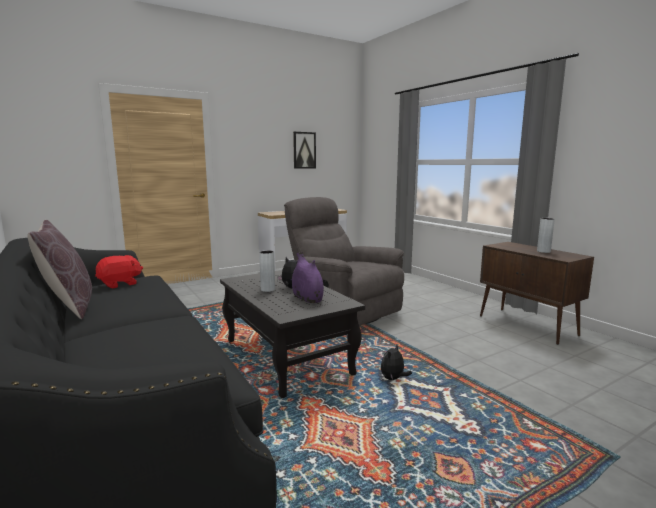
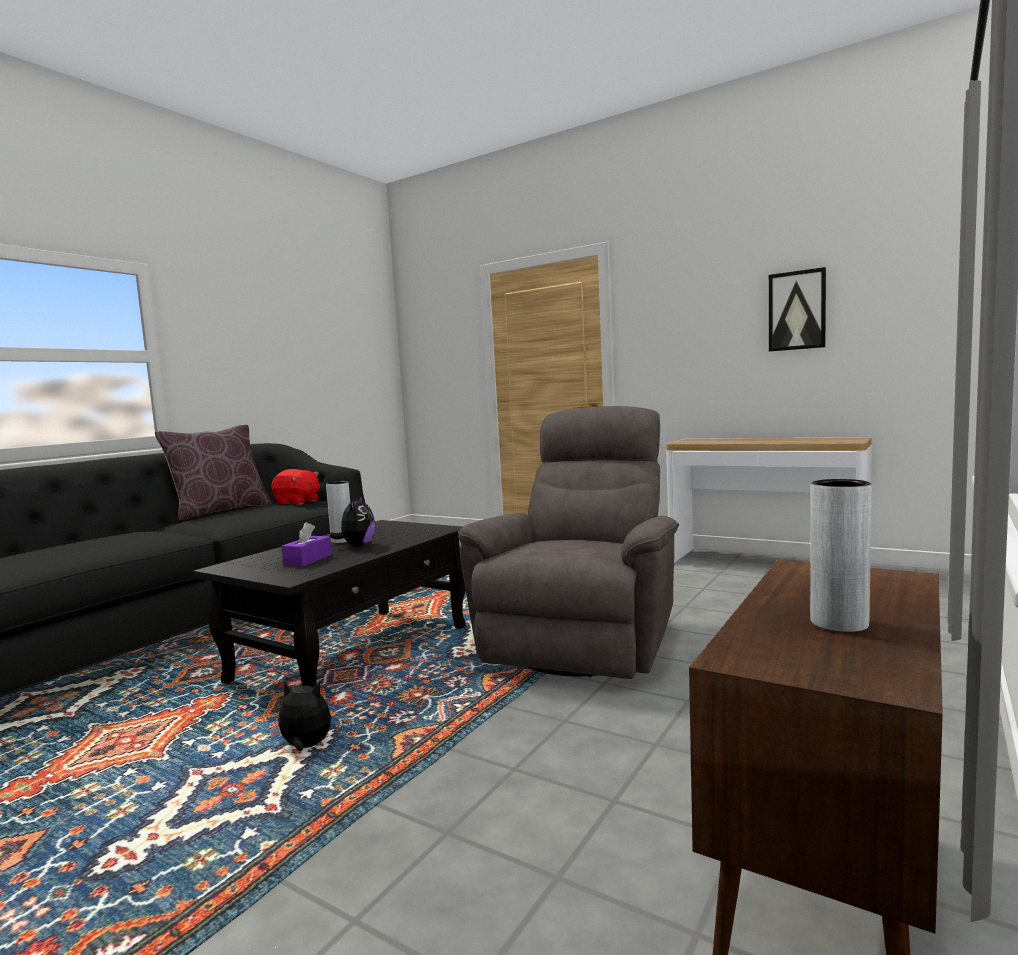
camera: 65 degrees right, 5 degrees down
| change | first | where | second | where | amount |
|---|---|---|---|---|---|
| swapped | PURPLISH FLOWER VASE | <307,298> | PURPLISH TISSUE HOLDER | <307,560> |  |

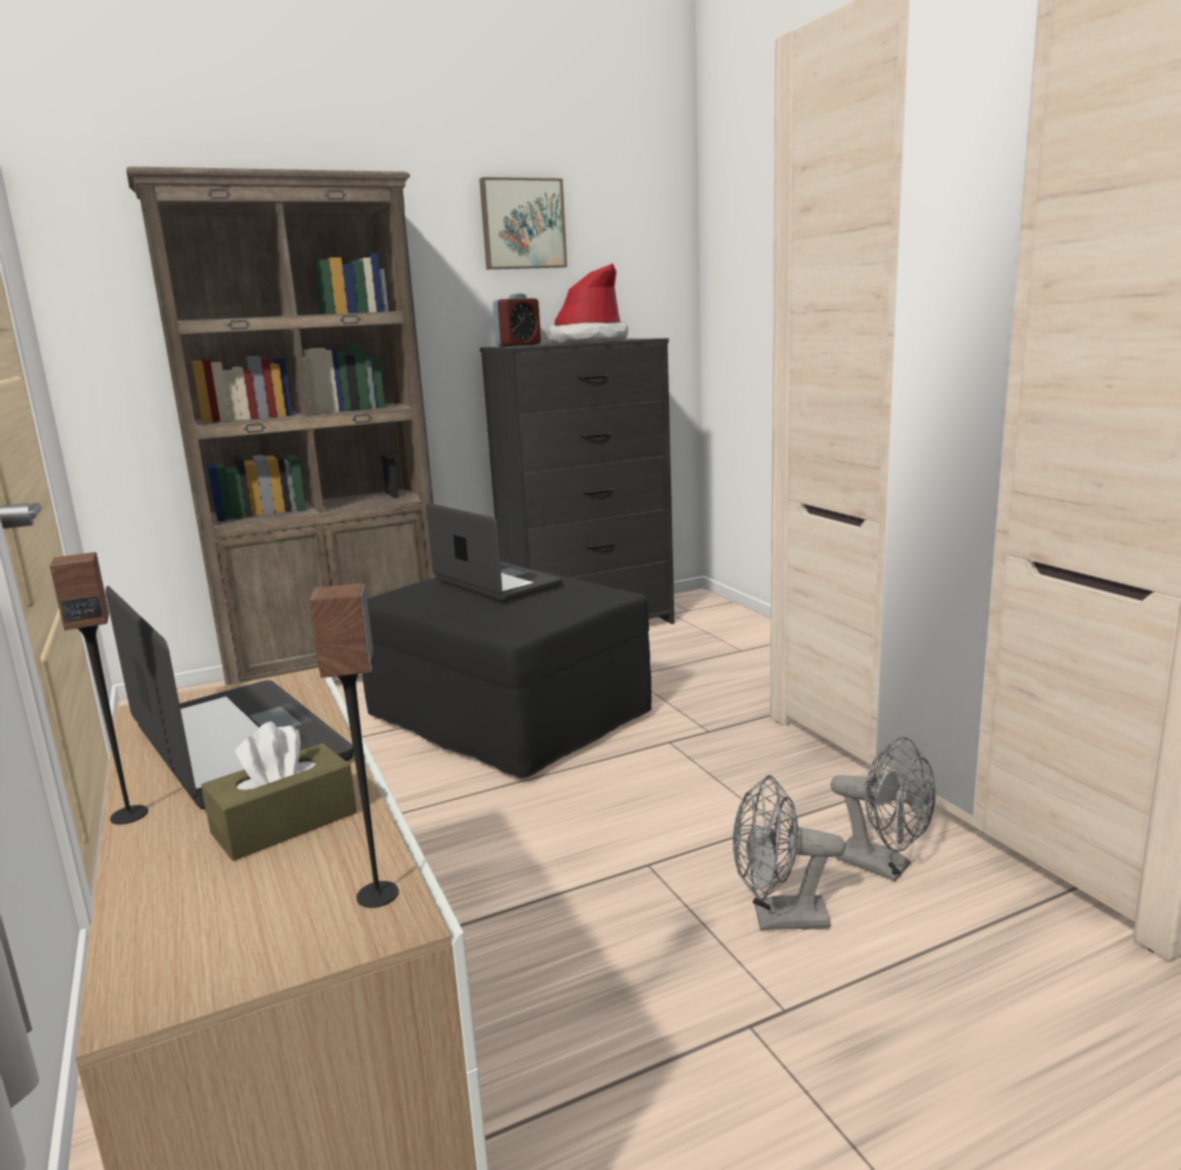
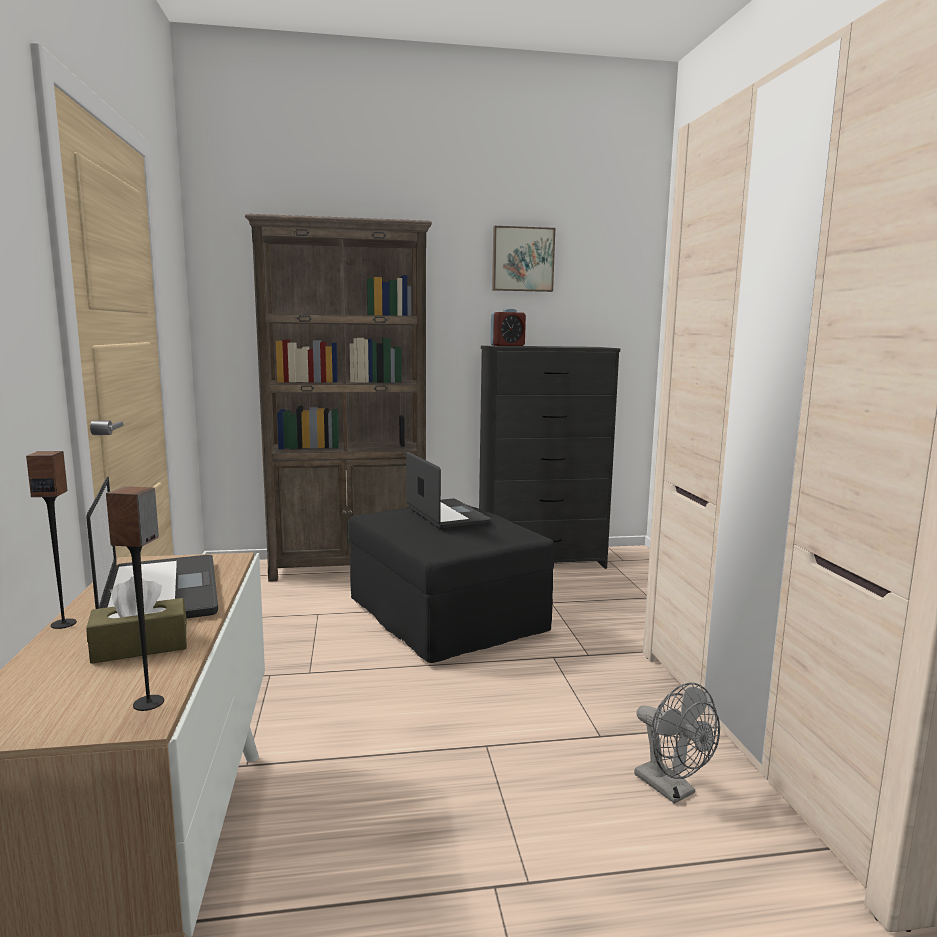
camera: 15 degrees right, 5 degrees down
| change | first | where | second | where | amount |
|---|---|---|---|---|---|
| gone | HAT | <588,341> |  |  |  |
| gone | GREYISH FAN | <778,919> |  |  |  |

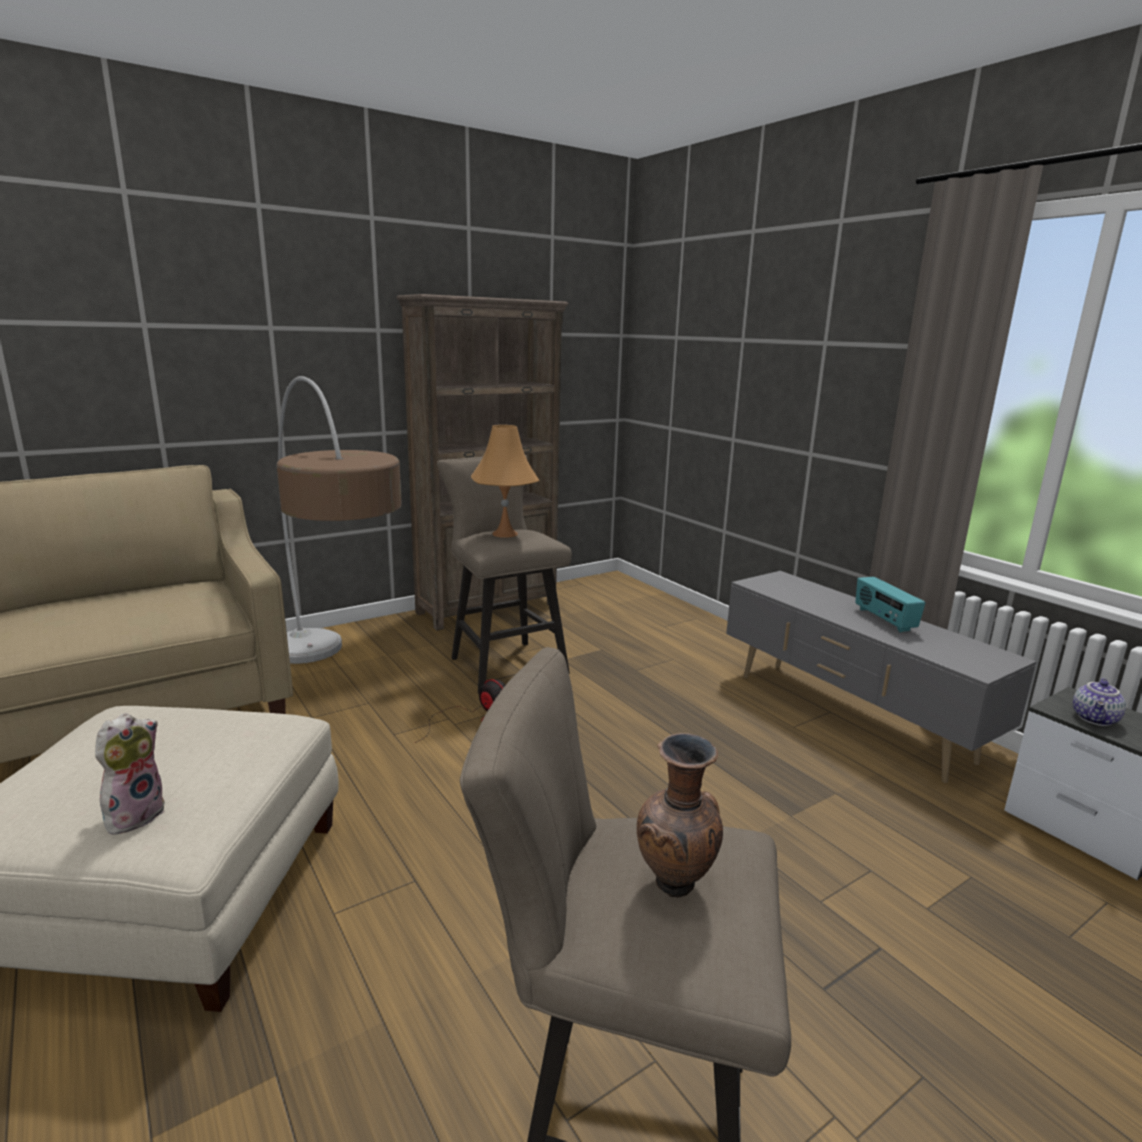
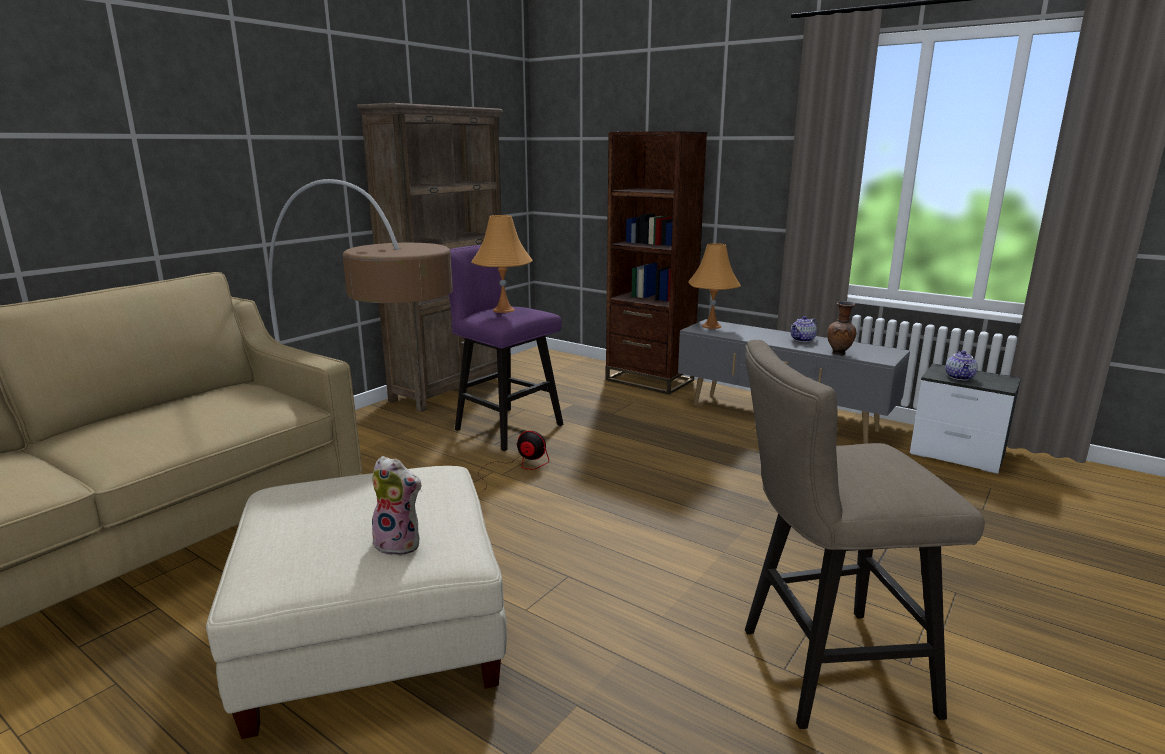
camera: 20 degrees left, 0 degrees up
| change | first | where | second | where | amount |
|---|---|---|---|---|---|
| rotated | SOFT TOY | <135,814> |  | <400,544> | 105 degrees clockwise |
| repainted | SAND-COLOURED STOOL SEAT | <503,663> | PURPLISH STOOL SEAT | <502,426> |  |
| new |  |  | BROWN-COLOURED SHELVING UNIT | <649,380> |  |
| new |  |  | ORANGE TABLETOP LAMP | <711,326> |  |
| swapped | RADIO | <884,620> | TEA POT | <803,340> |  |
| shifted | BROWN-COLOURED FLOWER VASE | <675,887> |  | <839,354> |  |

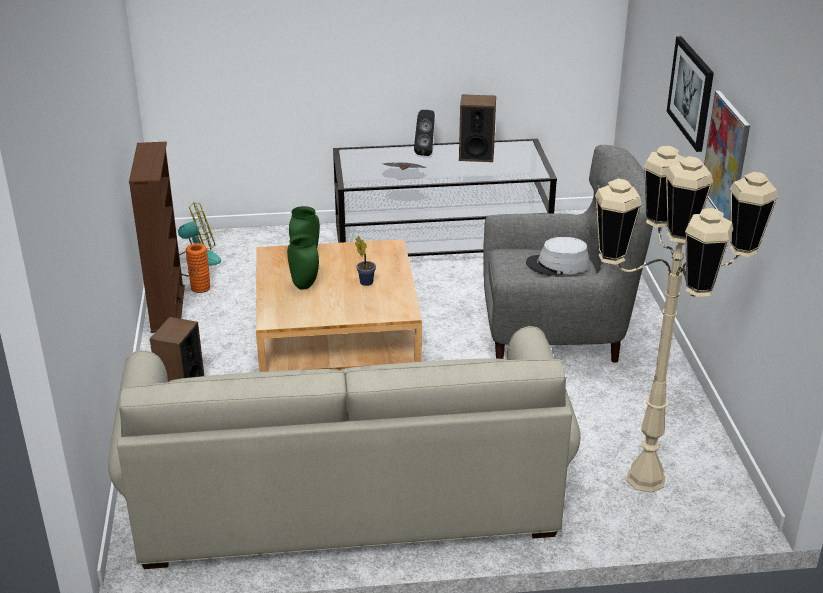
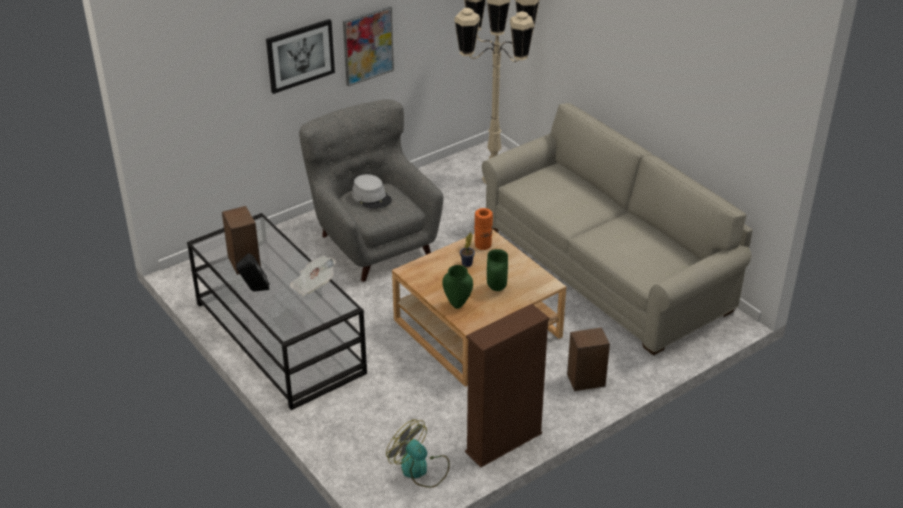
camera: 120 degrees left, 5 degrees up
| change | first | where | second | where | amount |
|---|---|---|---|---|---|
| shifted | ORANGE FLOWER VASE | <200,287> |  | <483,245> |  |

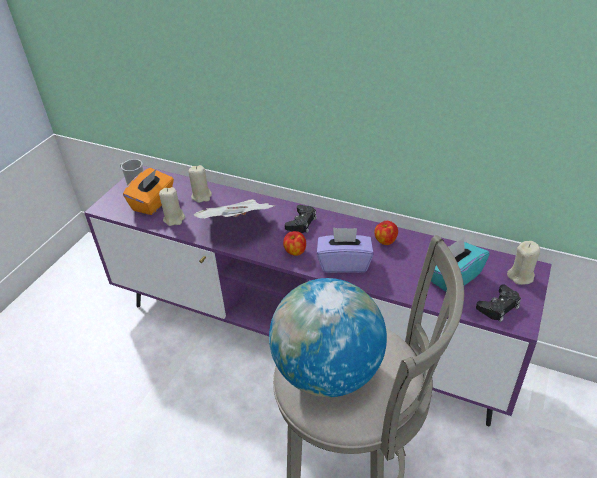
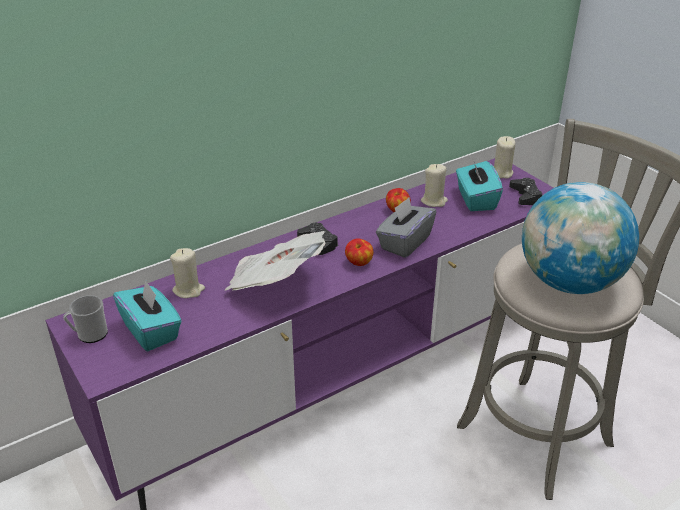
camera: 60 degrees left, 5 degrees down
| change | first | where | second | where | amount |
|---|---|---|---|---|---|
| repainted | ORANGE TISSUE HOLDER | <153,203> | BLUE-GREEN TISSUE HOLDER | <151,331> |  |
| repainted | PURPLISH TISSUE HOLDER | <344,263> | GREYISH TISSUE HOLDER | <404,243> |  |
| shifted | SAND-COLOURED CANDLE | <174,219> |  | <434,201> |  |

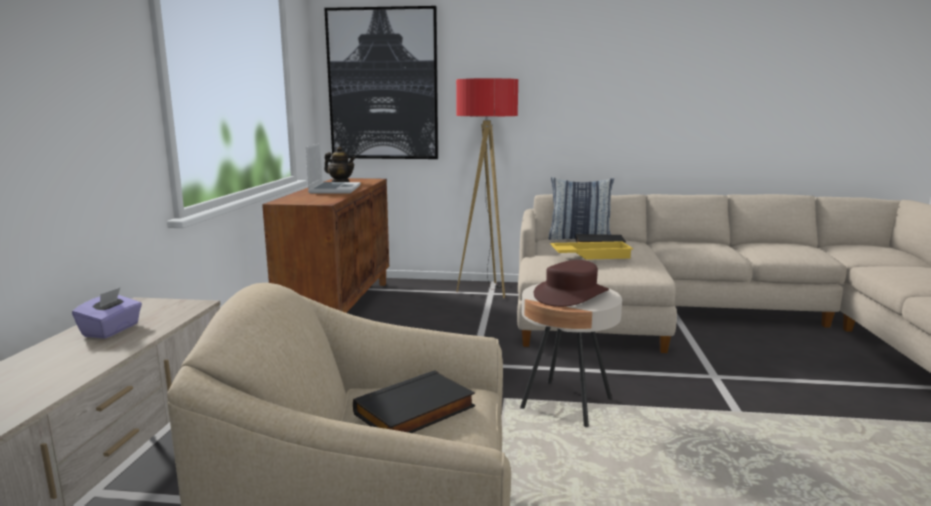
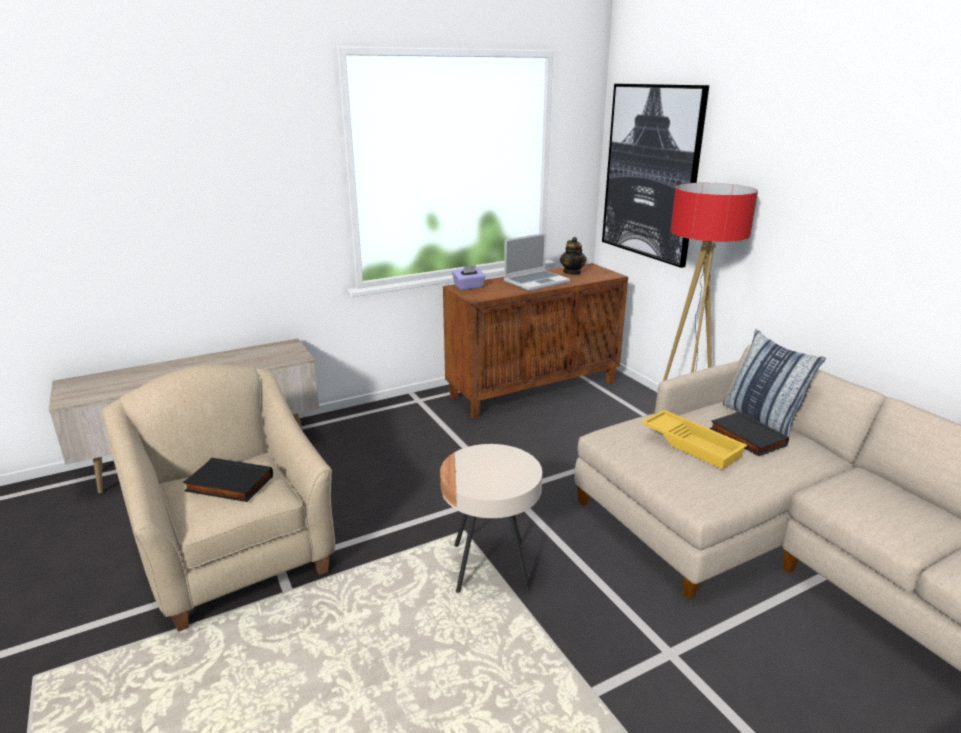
camera: 55 degrees right, 10 degrees up
| change | first | where | second | where | amount |
|---|---|---|---|---|---|
| shifted | PURPLISH TISSUE HOLDER | <112,330> |  | <469,287> |  |
| gone | BROWN-COLOURED HAT | <571,295> |  |  |  |

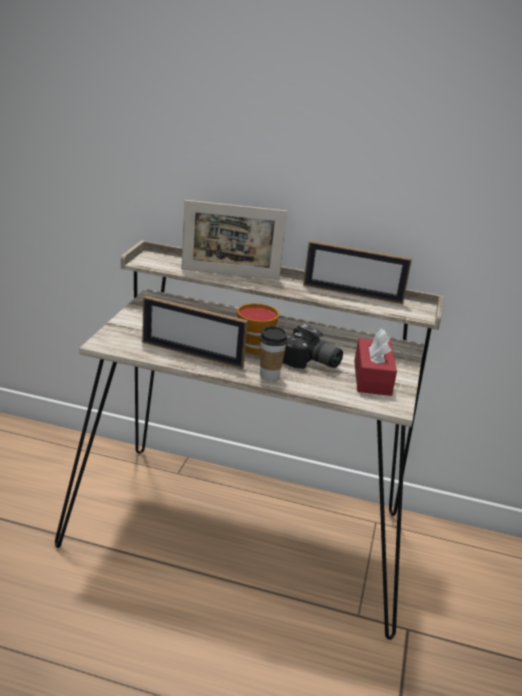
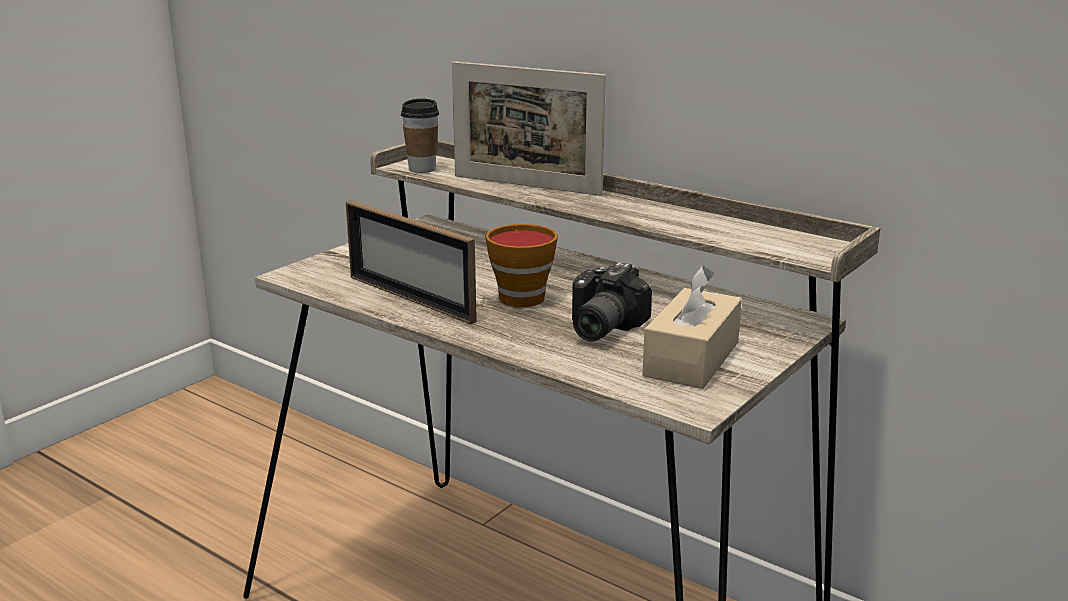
camera: 25 degrees right, 5 degrees down
| change | first | where | second | where | amount |
|---|---|---|---|---|---|
| shifted | DRINKING CUP | <269,375> |  | <422,169> |  |
| rotated | PHOTO CAMERA | <311,363> |  | <598,327> | 60 degrees clockwise |
| repainted | REDDISH TISSUE HOLDER | <372,378> | SAND-COLOURED TISSUE HOLDER | <691,359> |  |
| gone | PHOTO FRAME | <352,294> |  |  |  |

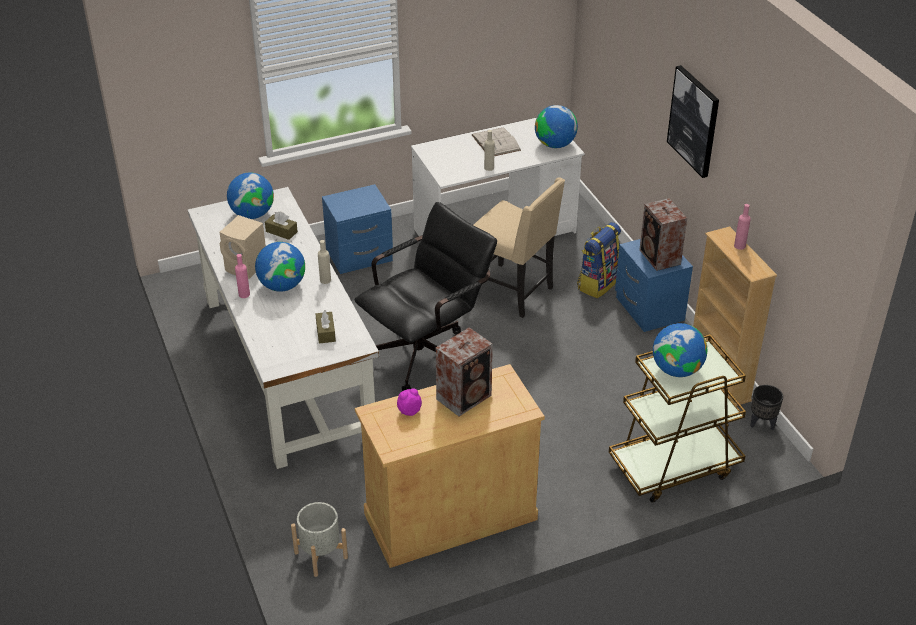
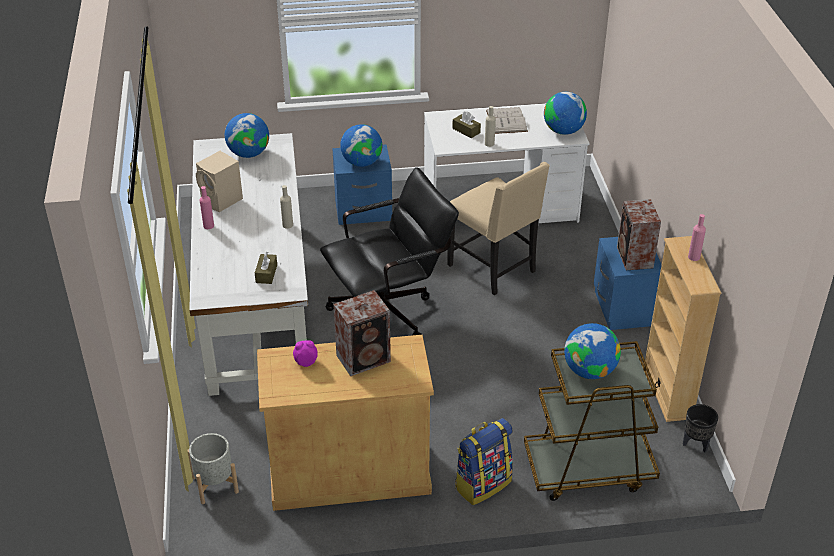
camera: 15 degrees right, 0 degrees up
| change | first | where | second | where | amount |
|---|---|---|---|---|---|
| shifted | WORLD GLOBE | <282,286> |  | <361,163> |  |
| shifted | BROWN-COLOURED TISSUE HOLDER | <281,232> |  | <466,130> |  |
| shifted | BACKPACK | <598,283> |  | <482,483> |  |
| gone | WALL ART | <694,121> |  |  |  |

